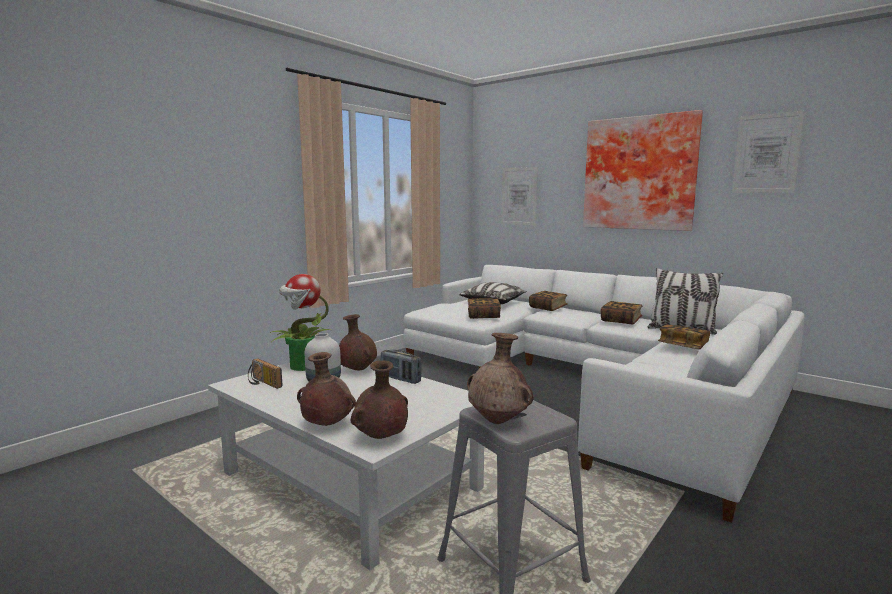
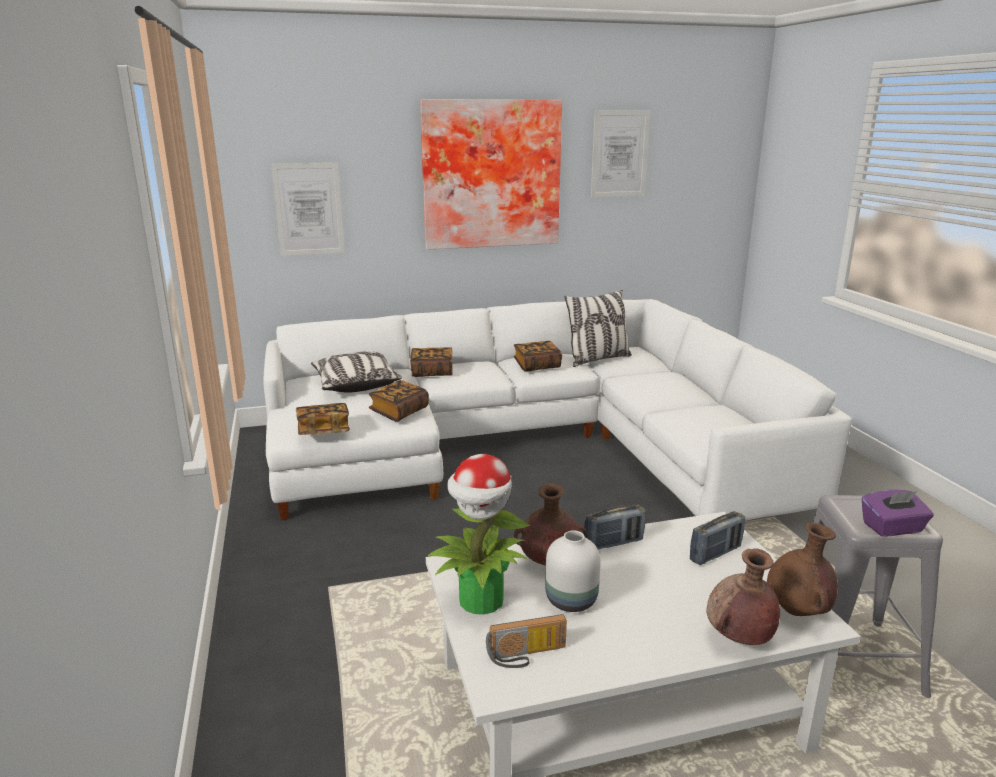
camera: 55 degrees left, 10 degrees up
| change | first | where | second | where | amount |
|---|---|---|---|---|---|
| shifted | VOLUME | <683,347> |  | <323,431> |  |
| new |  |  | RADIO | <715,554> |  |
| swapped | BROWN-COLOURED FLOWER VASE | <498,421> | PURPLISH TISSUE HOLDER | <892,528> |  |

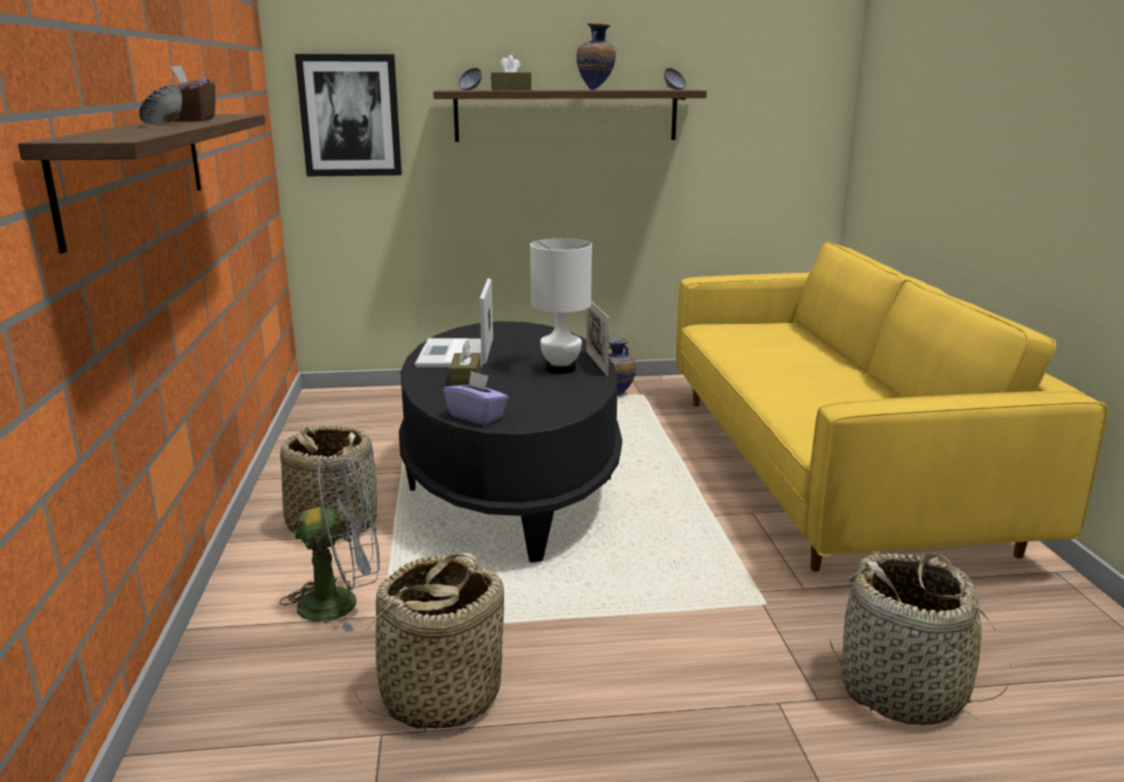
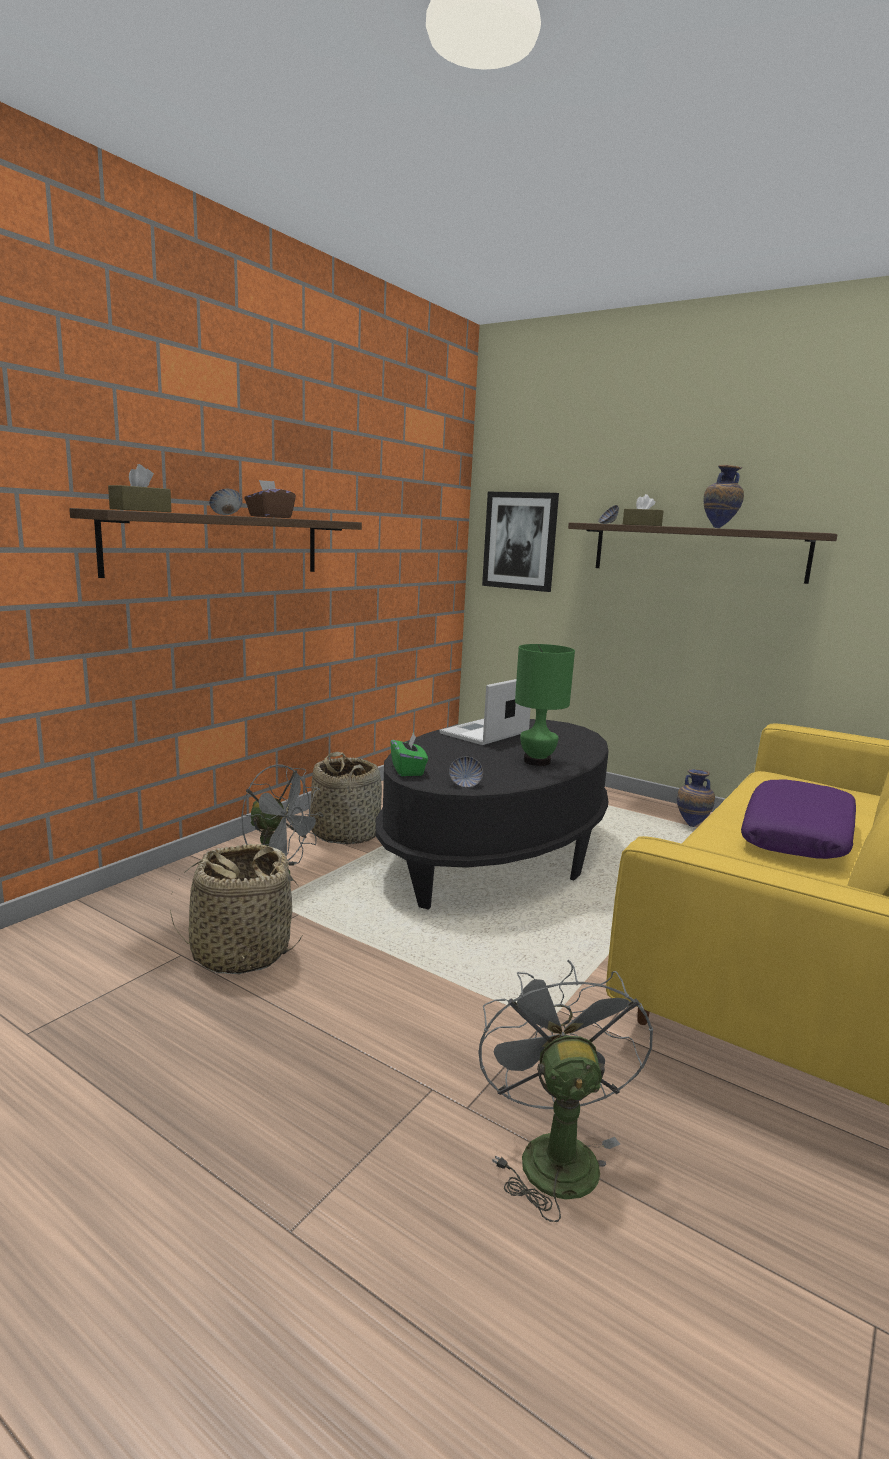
camera: 40 degrees right, 5 degrees down
| change | first | where | second | where | amount |
|---|---|---|---|---|---|
| shifted | BROWN-COLOURED TISSUE HOLDER | <465,380> |  | <141,510> |  |
| repainted | PURPLISH TISSUE HOLDER | <477,416> | GREEN TISSUE HOLDER | <408,770> |  |
| shifted | DEEP DISH | <674,89> |  | <465,784> |  |
| swapped | BASKET | <903,691> | GREYISH FAN | <552,1152> |  |
| repainted | WHITISH TABLETOP LAMP | <561,369> | GREEN TABLETOP LAMP | <537,761> |  |
| new |  |  | PURPLISH PILLOW | <798,836> |  |
| gone | PHOTO FRAME | <596,363> |  |  |  |

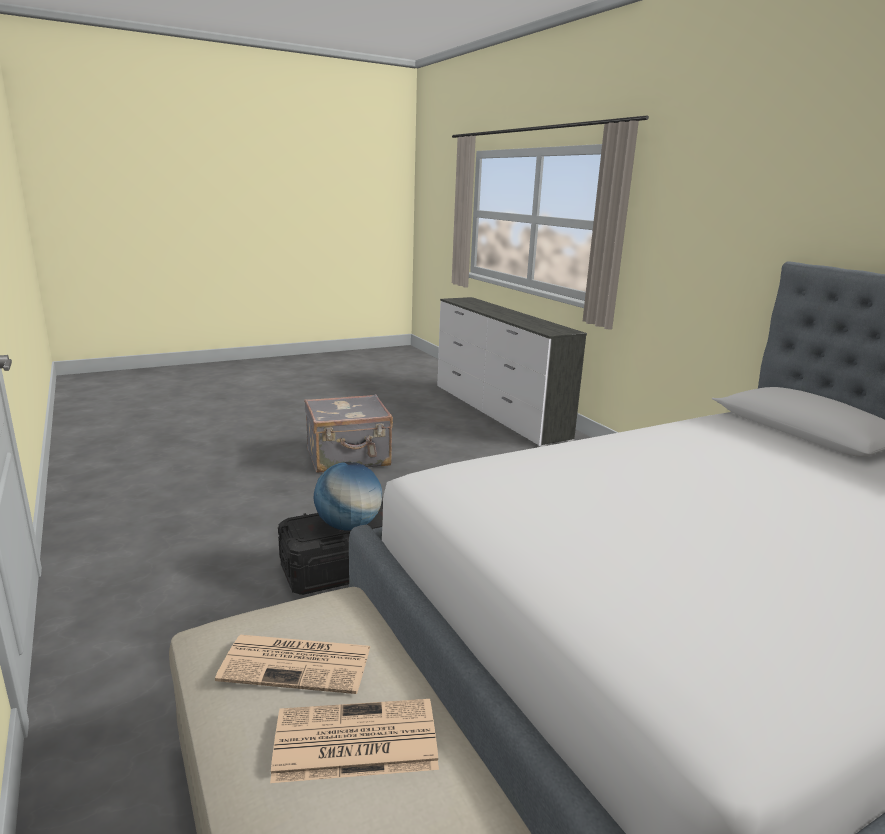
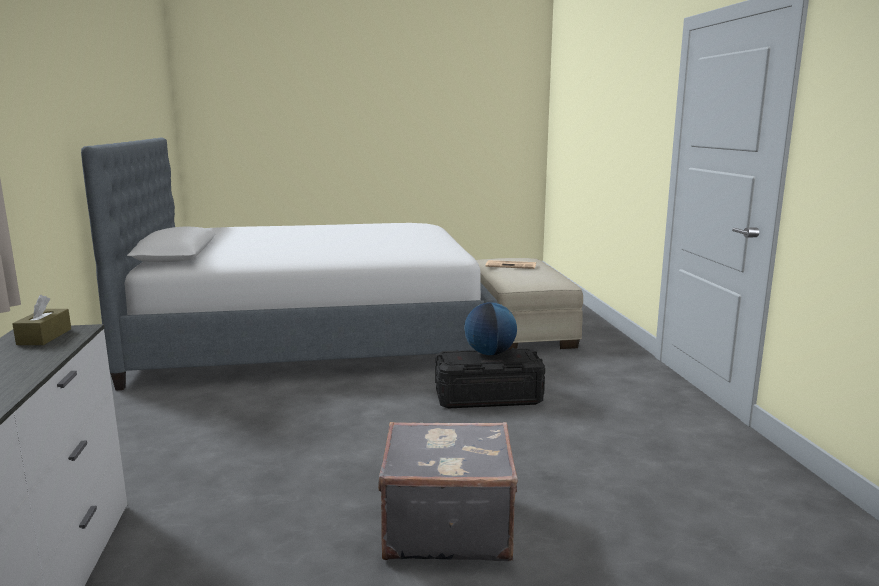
camera: 160 degrees left, 5 degrees down
| change | first | where | second | where | amount |
|---|---|---|---|---|---|
| new |  |  | BROWN-COLOURED TISSUE HOLDER | <44,337> |  |
| gone | NEWSPAPER | <299,663> |  |  |  |

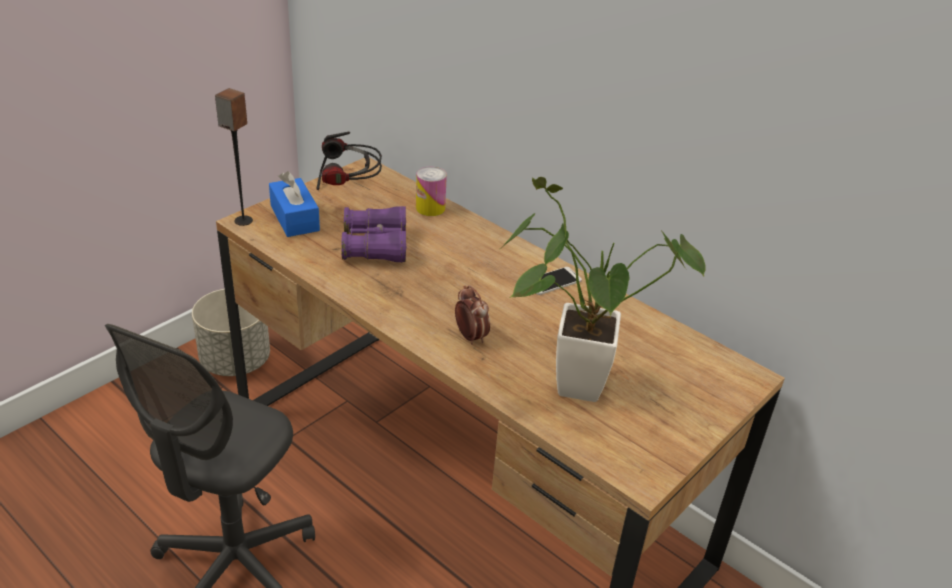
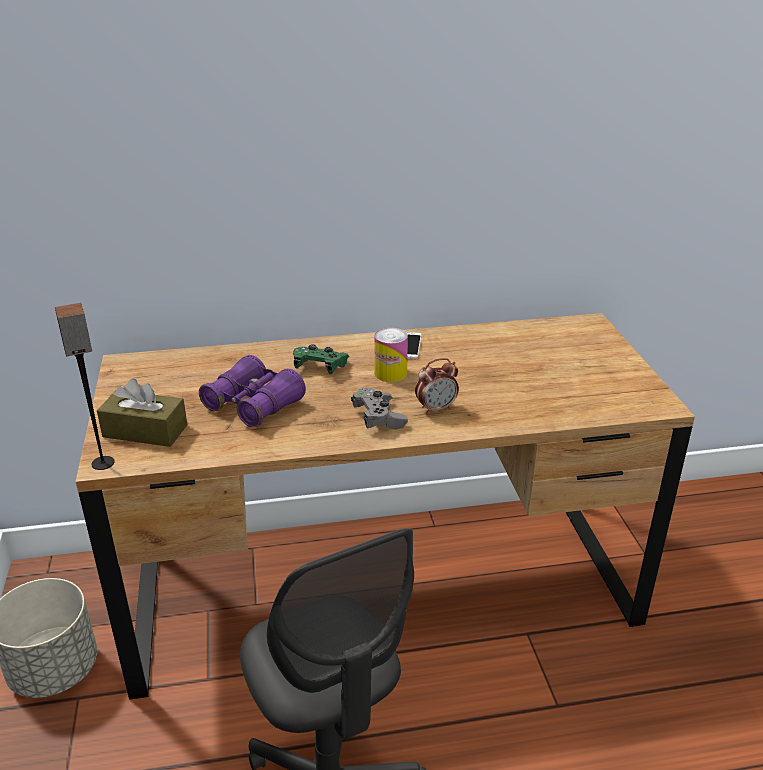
camera: 50 degrees left, 5 degrees down
| change | first | where | second | where | amount |
|---|---|---|---|---|---|
| repainted | BLUE-COLOURED TISSUE HOLDER | <294,218> | BROWN-COLOURED TISSUE HOLDER | <145,431> |  |
| new |  |  | GREEN GAME CONTROLLER | <320,367> |  |
| new |  |  | GREYISH GAME CONTROLLER | <378,418> |  |
| shifted | SEALED CAN | <430,208> |  | <390,373> |  |
| rotated | TABLE CLOCK | <470,337> |  | <436,409> | 150 degrees clockwise |
| gone | HEADSET | <349,195> |  |  |  |
| gone | POTTED PLANT | <566,384> |  |  |  |

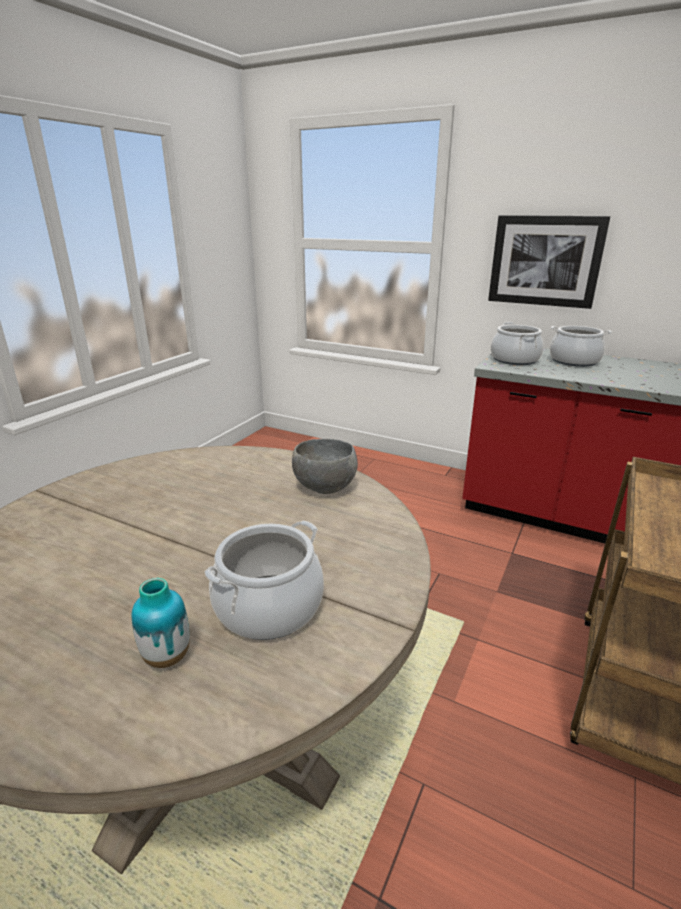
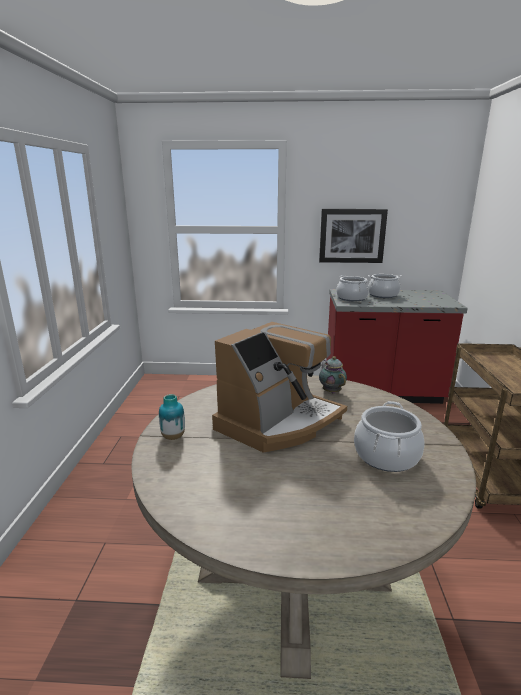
camera: 25 degrees left, 5 degrees down
| change | first | where | second | where | amount |
|---|---|---|---|---|---|
| shifted | FLOWER VASE | <167,657> |  | <173,437> |  |
| new |  |  | COFFEE MACHINE | <279,422> |  |
| swapped | GREYISH DEEP DISH | <325,488> | TEA POT | <331,391> |  |

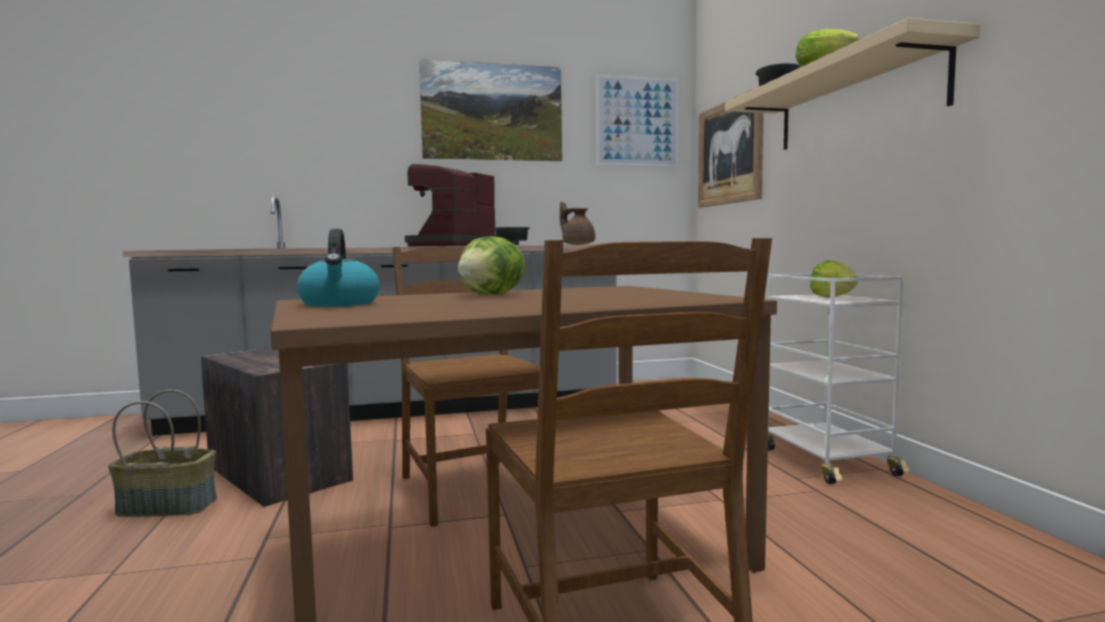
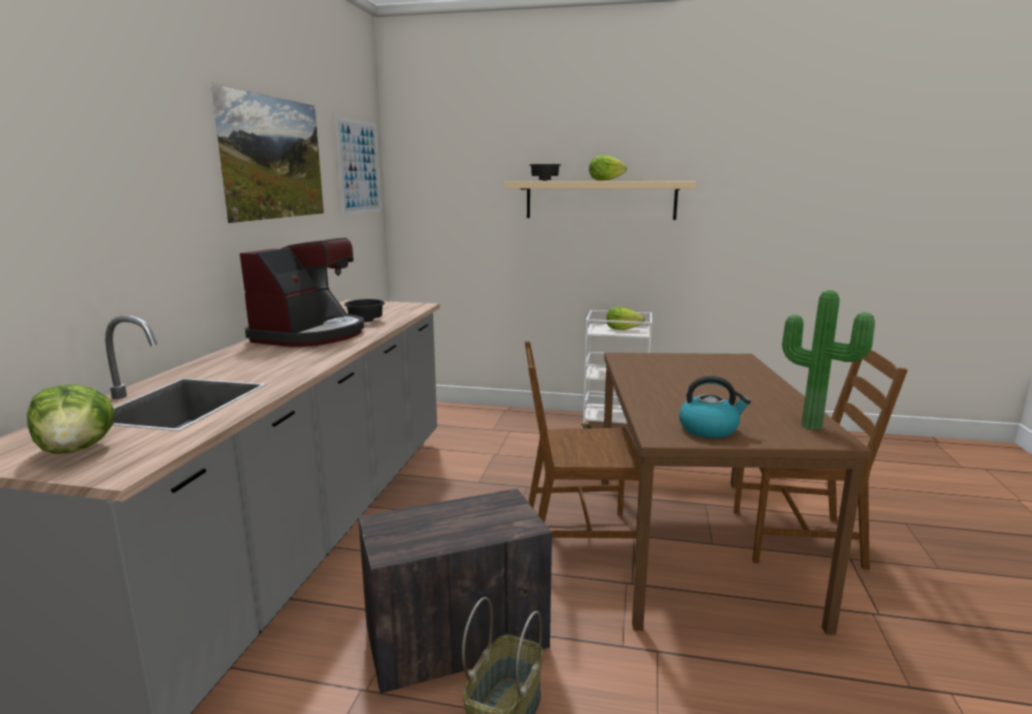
camera: 65 degrees left, 10 degrees up
| change | first | where | second | where | amount |
|---|---|---|---|---|---|
| shifted | LETTUCE HEAD | <492,295> |  | <77,449> |  |
| rotated | COFFEE MACHINE | <450,246> |  | <310,335> | 120 degrees counterclockwise |
| new |  |  | POTTED PLANT | <813,425> |  |
| gone | BROWN-COLOURED TEA POT | <577,244> |  |  |  |
| gone | WALL ART | <729,152> |  |  |  |

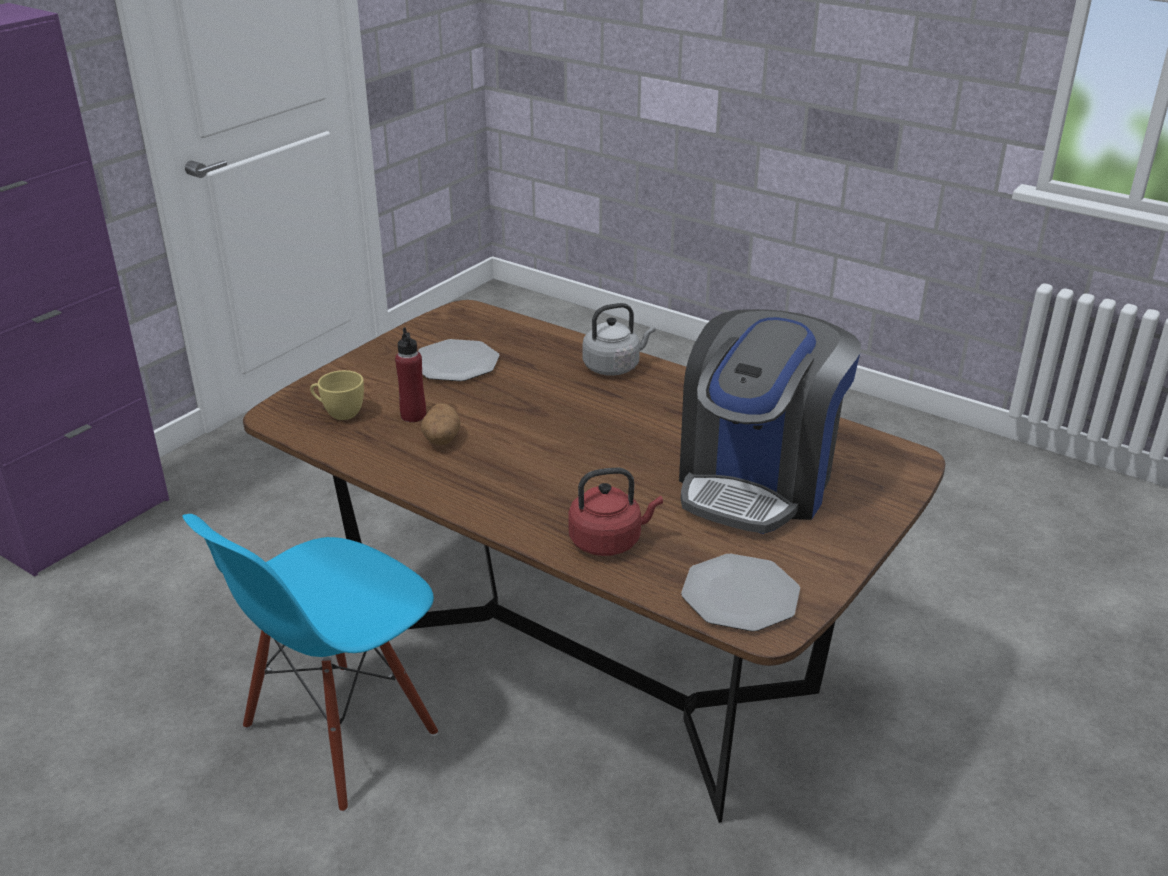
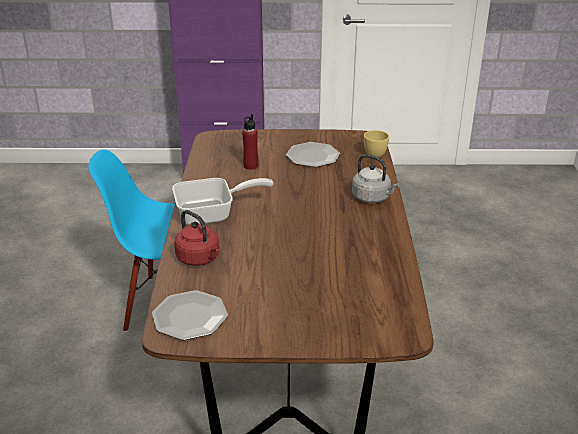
camera: 55 degrees right, 0 degrees up
| change | first | where | second | where | amount |
|---|---|---|---|---|---|
| new |  |  | FRYING PAN | <212,214> |  |
| shifted | YELLOW DRINKING CUP | <339,413> |  | <373,153> |  |
| gone | WHOLE POTATO | <441,440> |  |  |  |
| gone | COFFEE MACHINE | <758,481> |  |  |  |

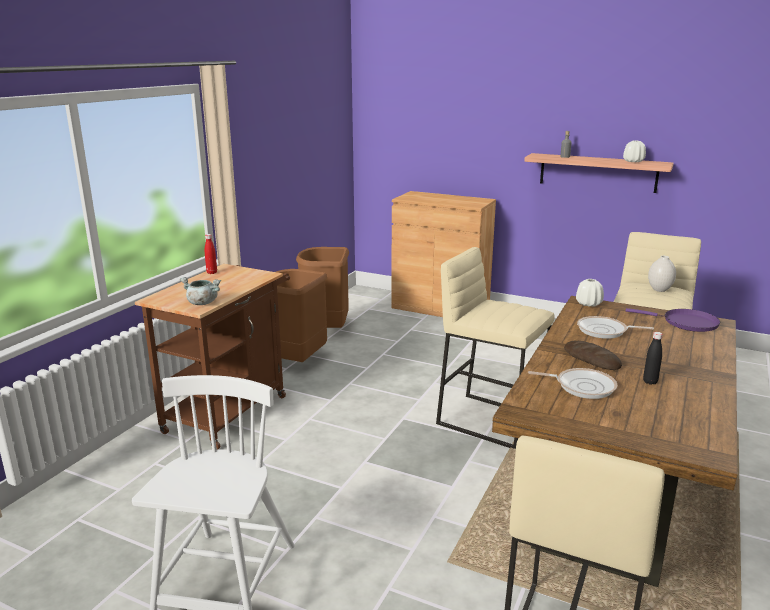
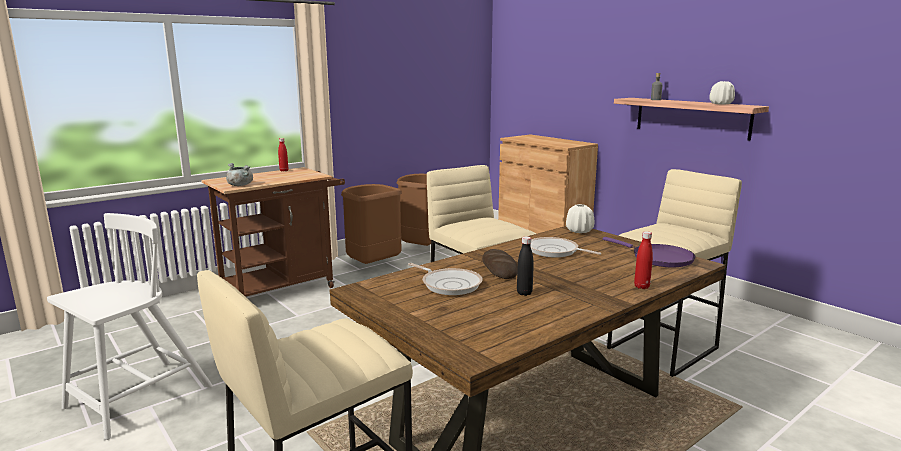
camera: 25 degrees right, 5 degrees down
| change | first | where | second | where | amount |
|---|---|---|---|---|---|
| new |  |  | REDDISH DRINK BOTTLE | <641,286> |  |
| gone | WHITISH FLOWER VASE | <659,290> |  |  |  |

